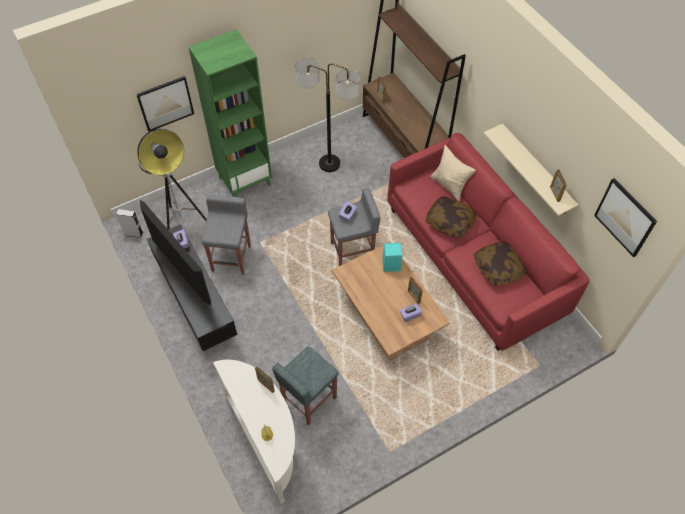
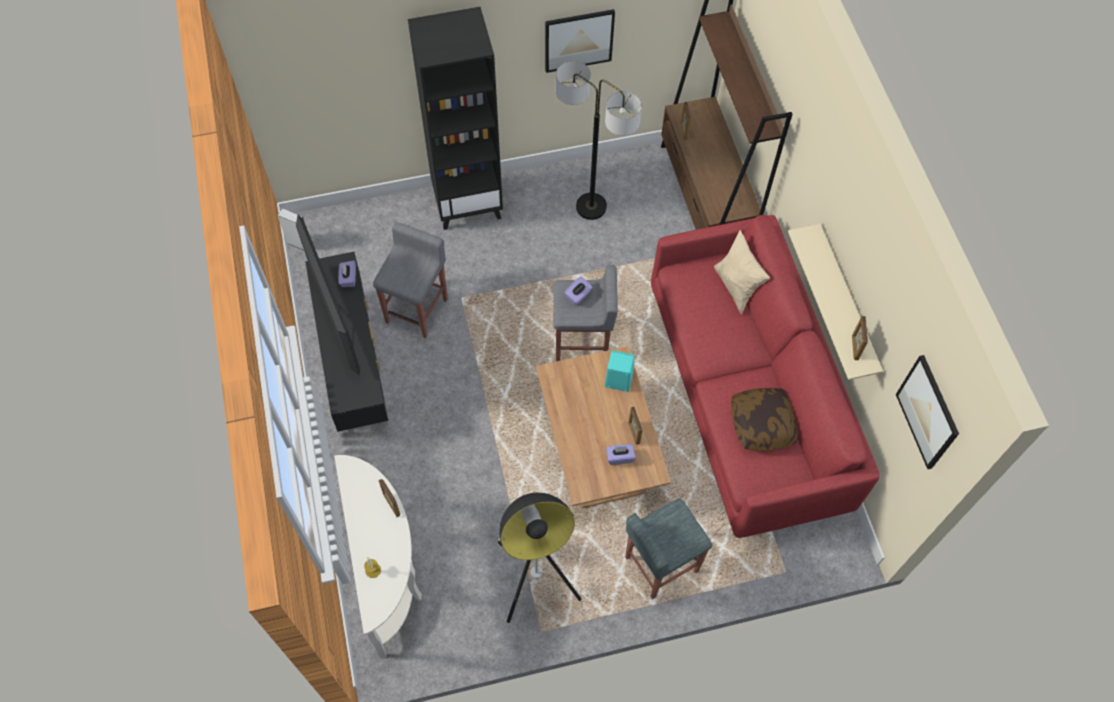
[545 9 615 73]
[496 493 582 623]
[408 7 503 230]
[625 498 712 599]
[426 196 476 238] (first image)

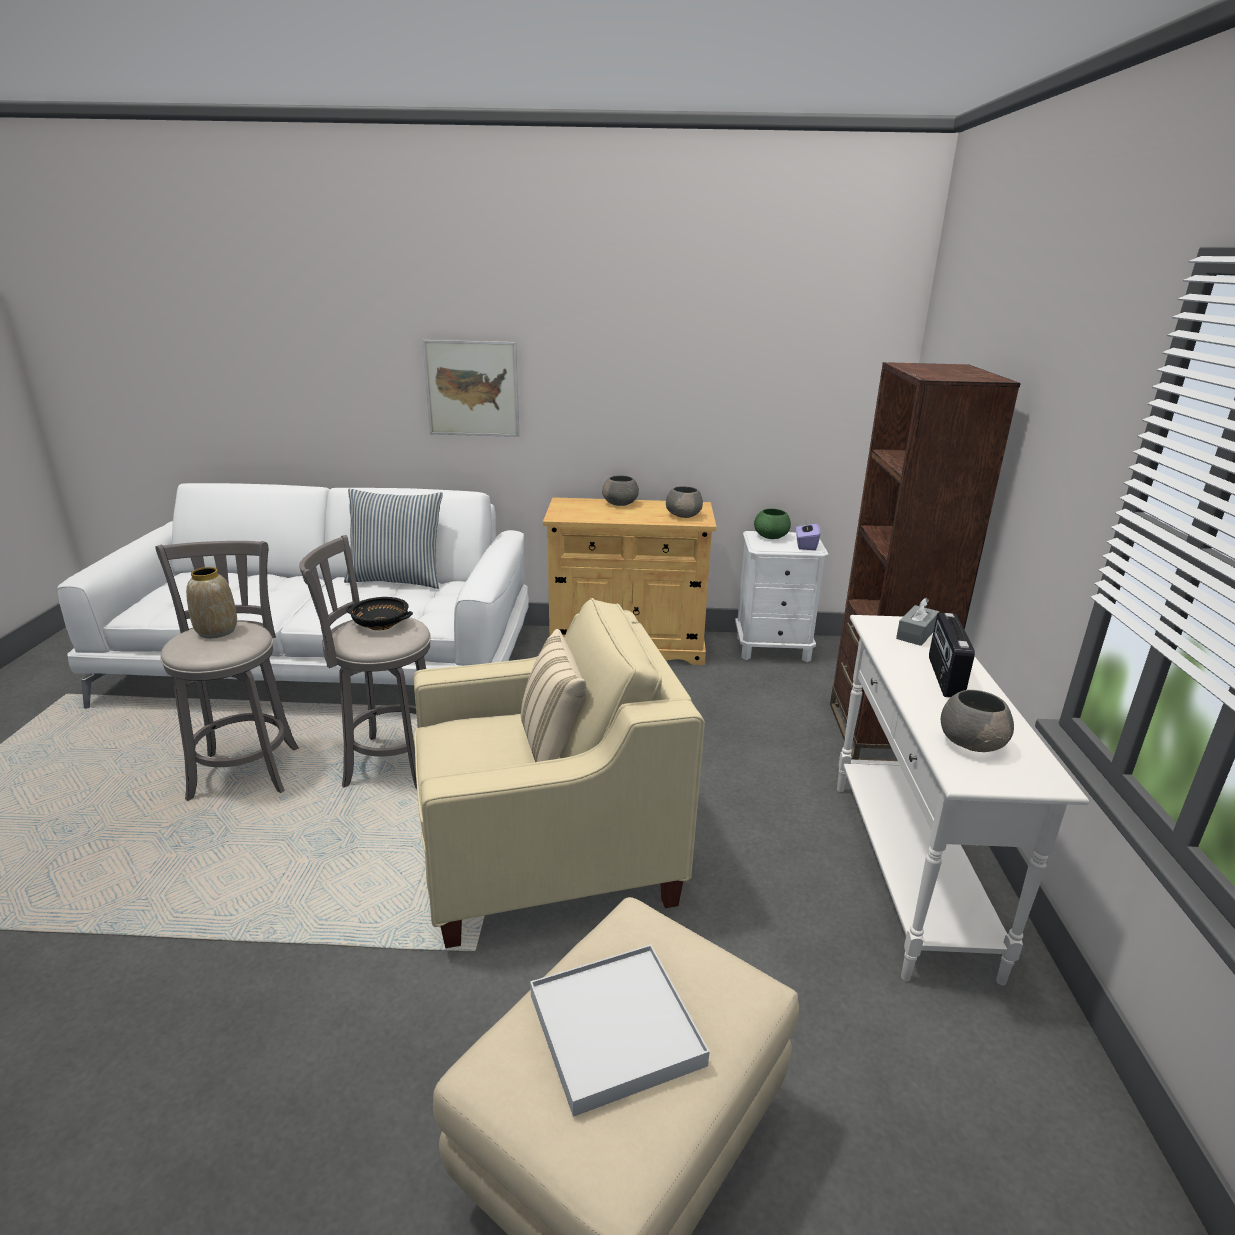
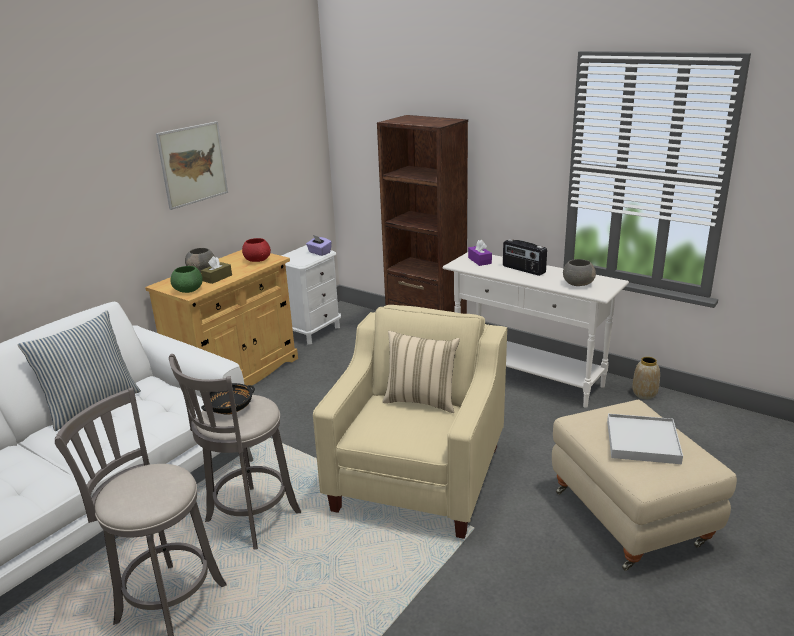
[632 357 660 399]
[156 121 228 210]
[242 238 271 262]
[171 266 203 293]
[468 240 492 266]
[201 256 232 284]

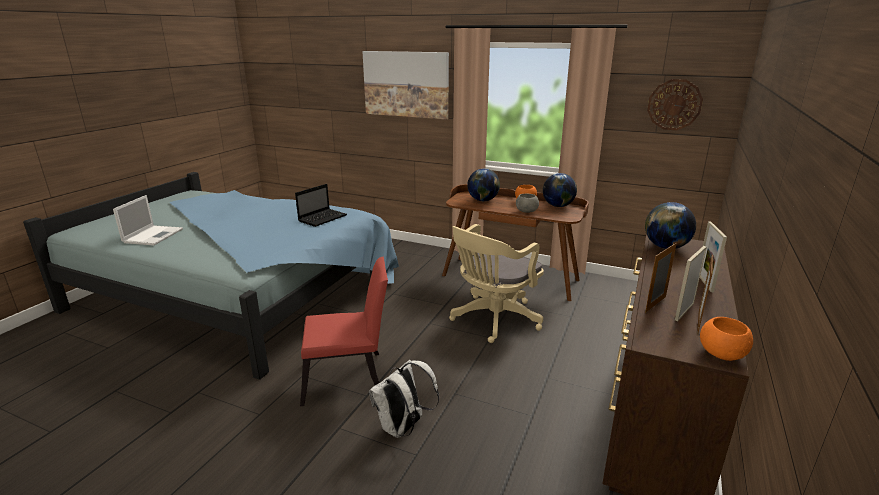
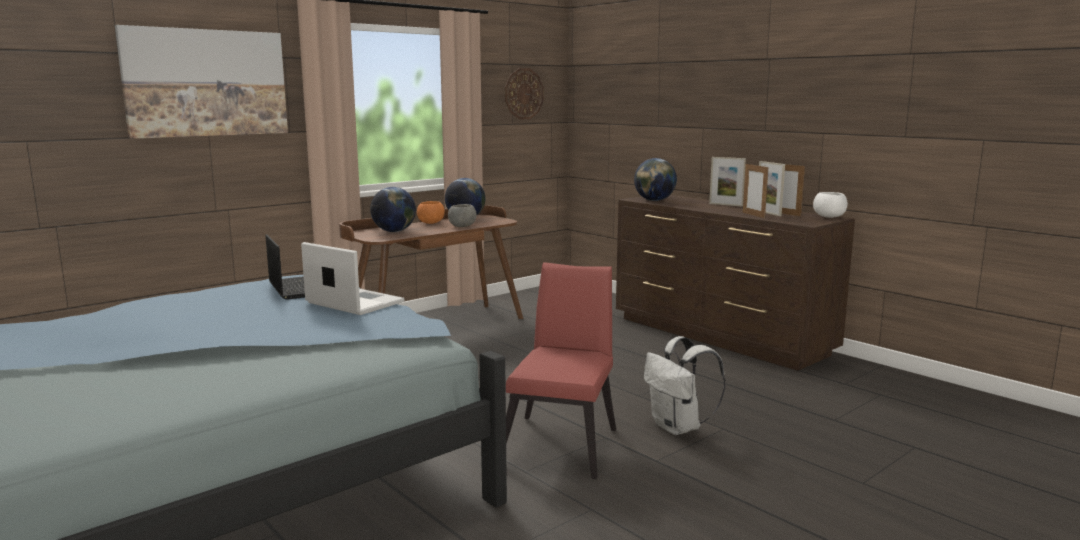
[301 242 405 315]
[449 224 544 343] (first image)
[813 192 848 218]

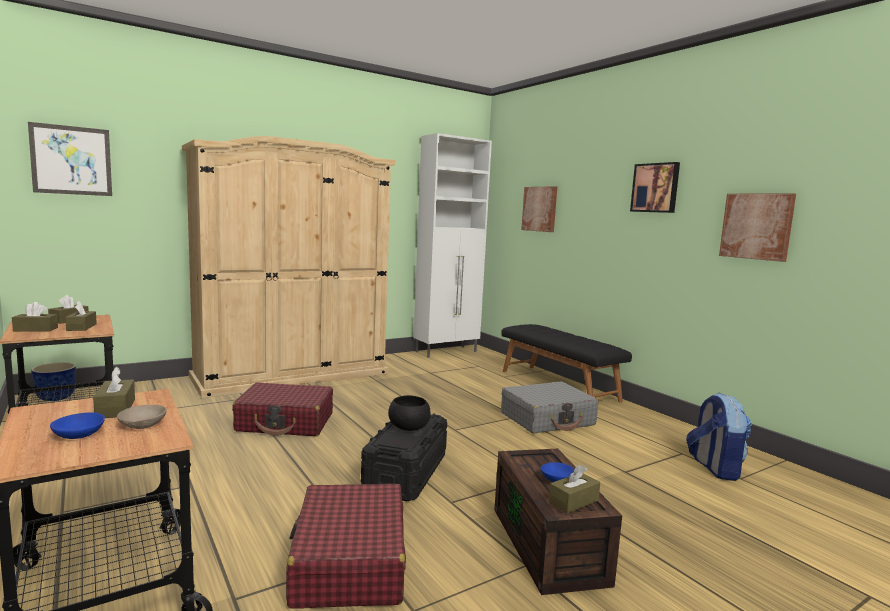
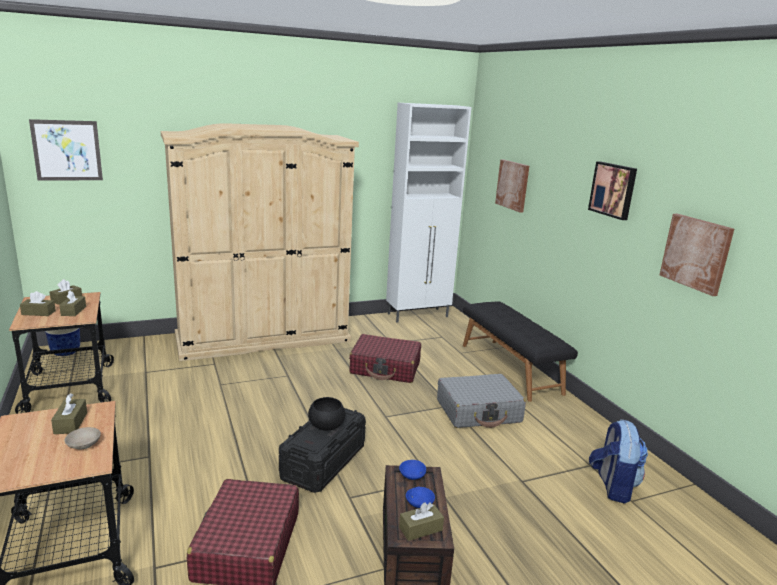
[399 460 426 480]
[349 334 421 383]

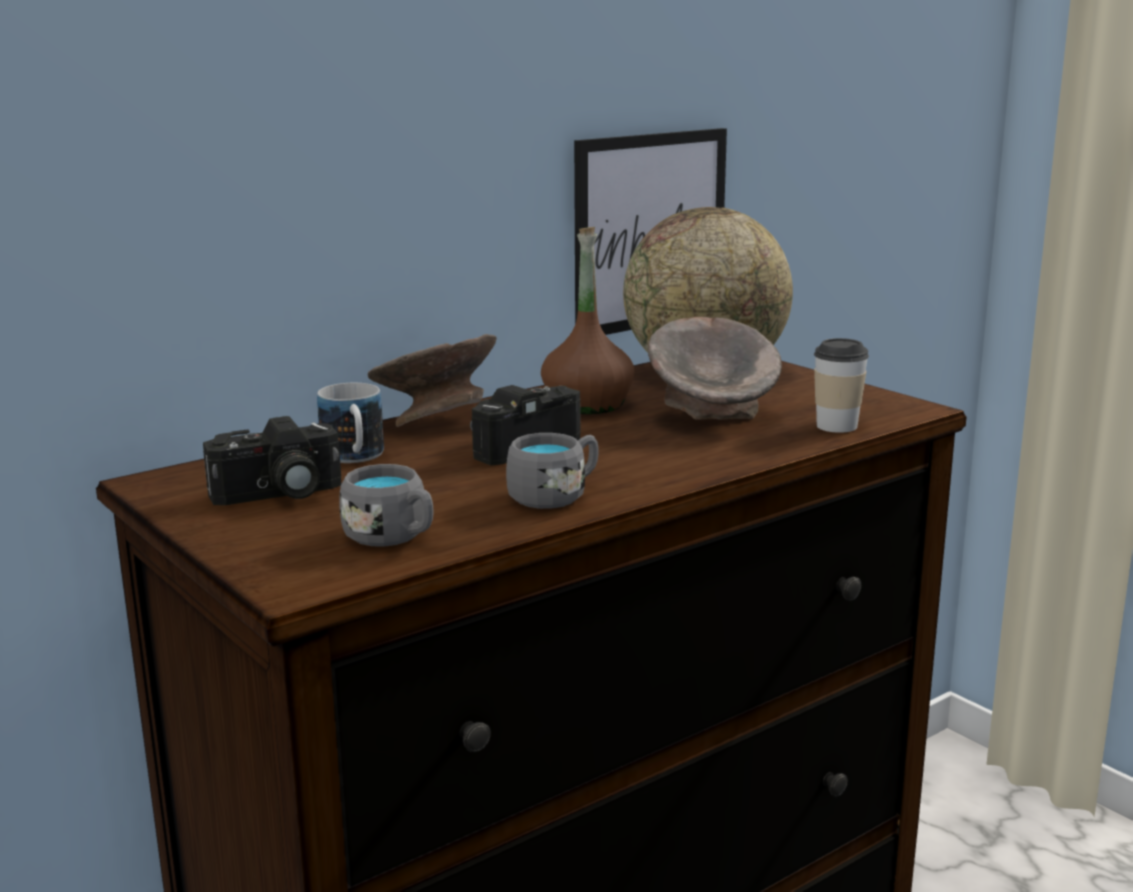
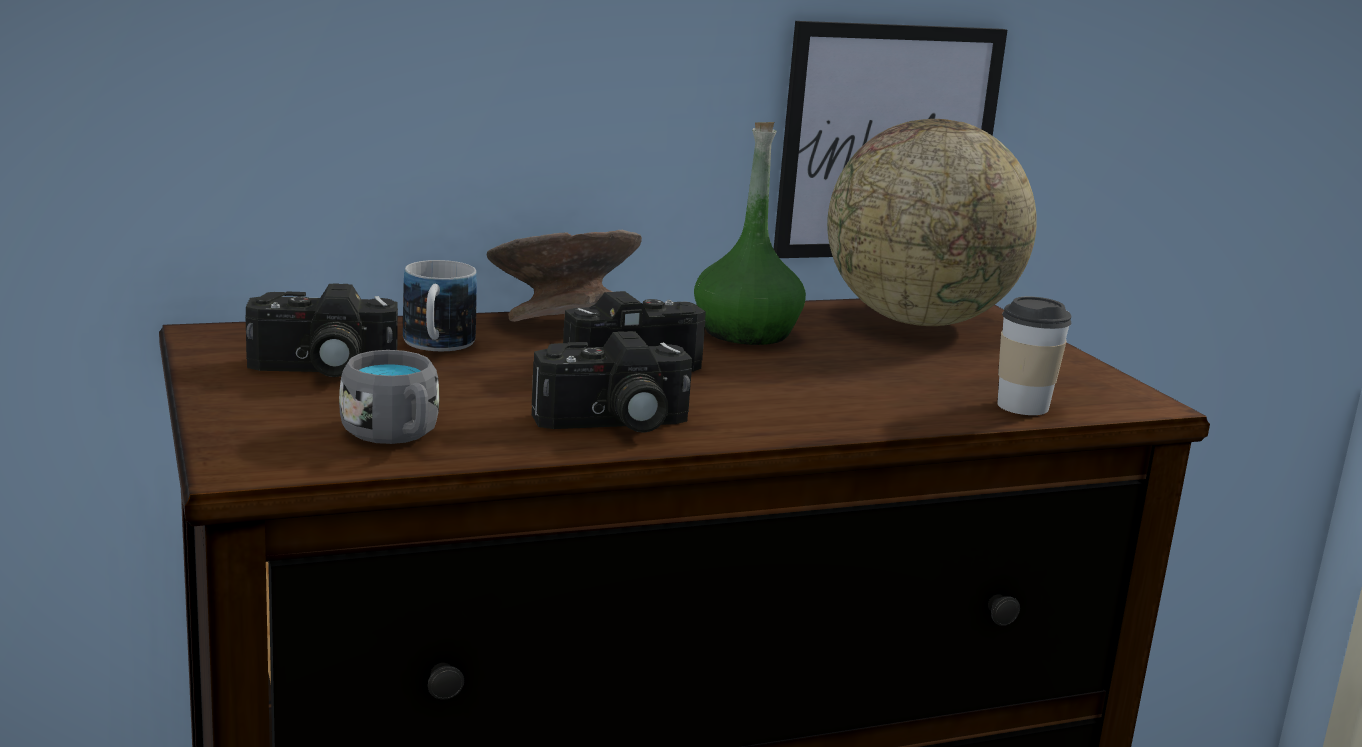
[531 331 692 433]
[694 122 806 345]
[648 317 782 420] (first image)

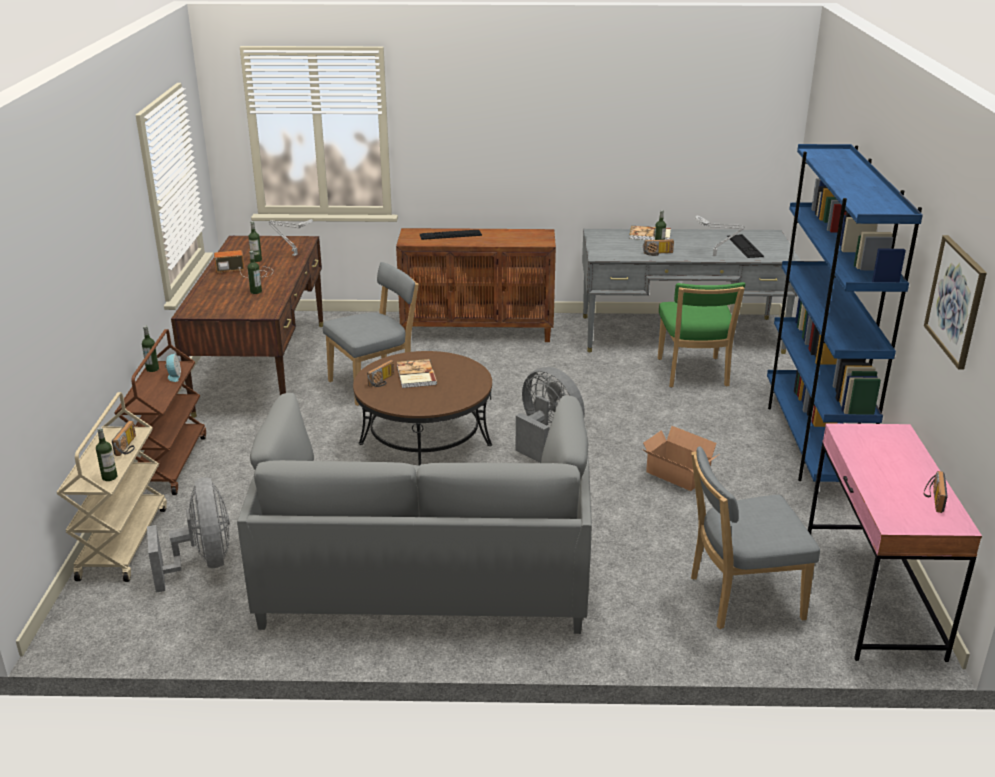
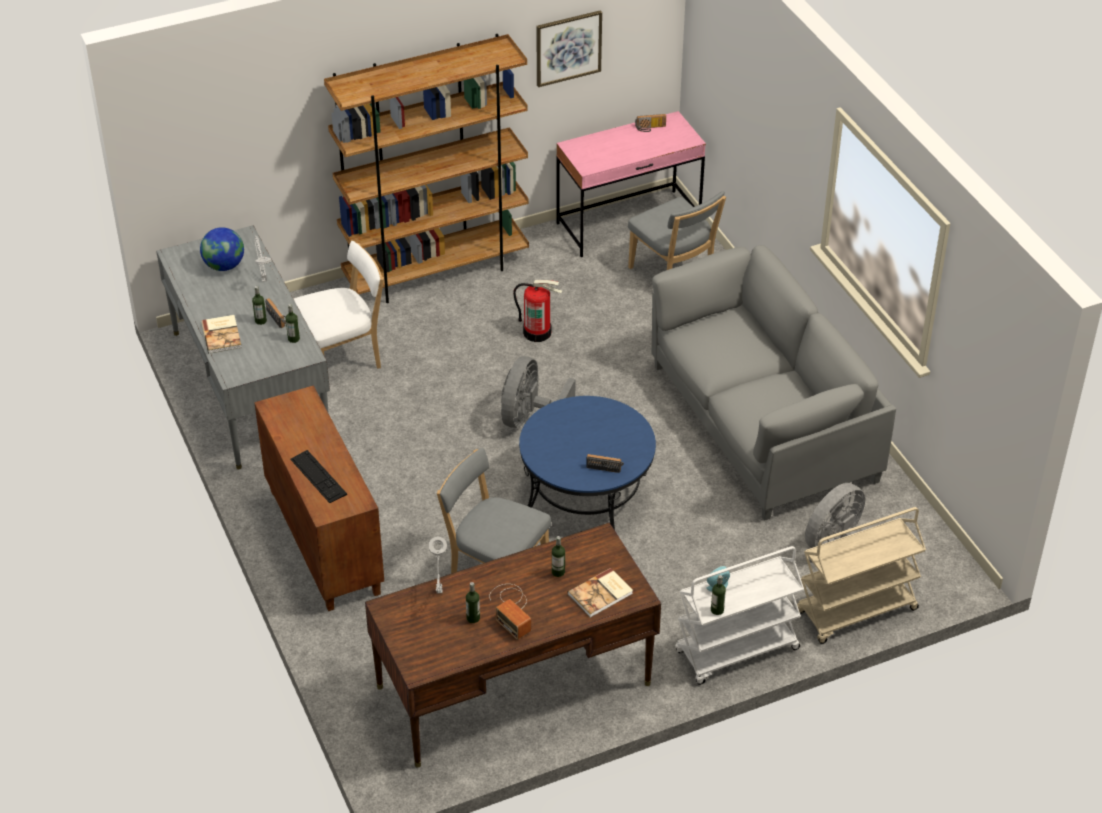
[286 304 300 343]
[112 421 136 456] (first image)
[675 546 804 685]
[519 396 656 530]
[567 568 633 618]
[513 280 562 342]
[293 241 384 369]
[200 227 244 271]
[324 34 529 303]

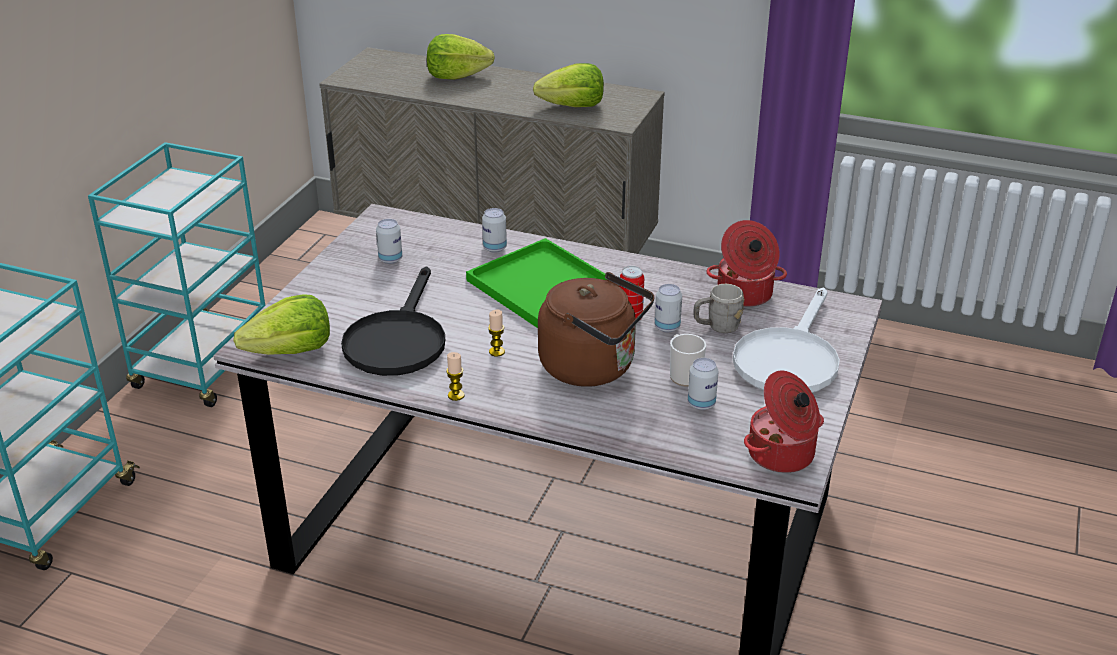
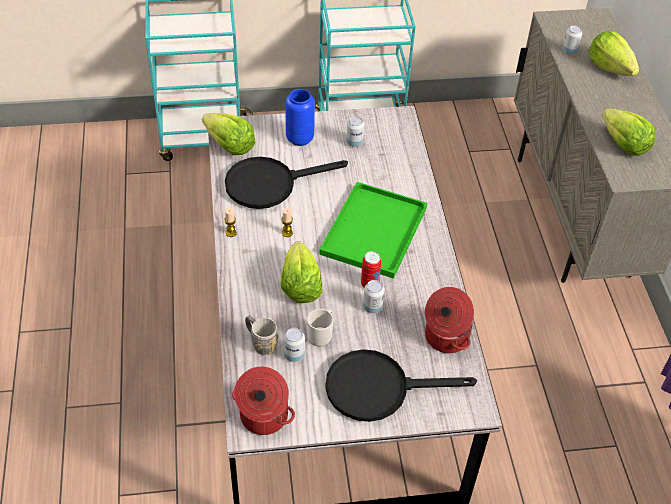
[562 25 583 55]
[281 241 322 303]
[245 315 279 355]
[325 349 477 422]
[285 89 315 146]

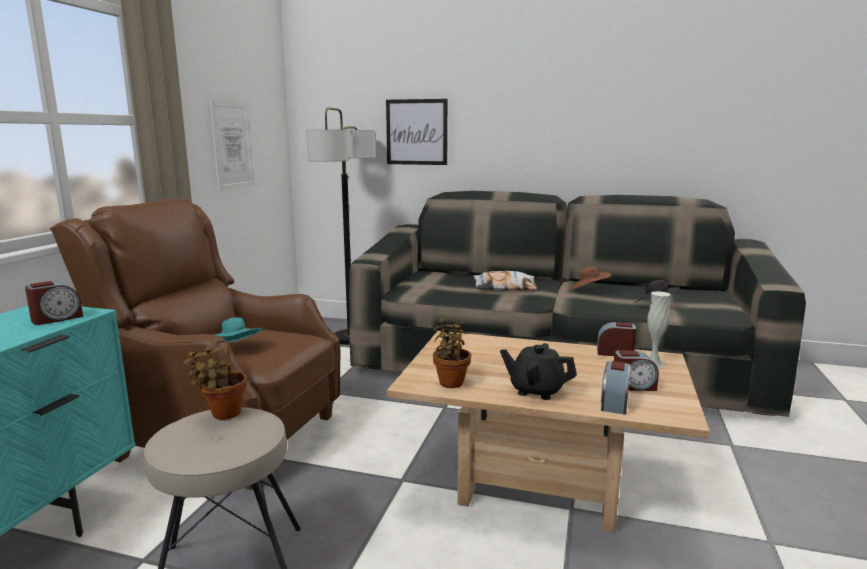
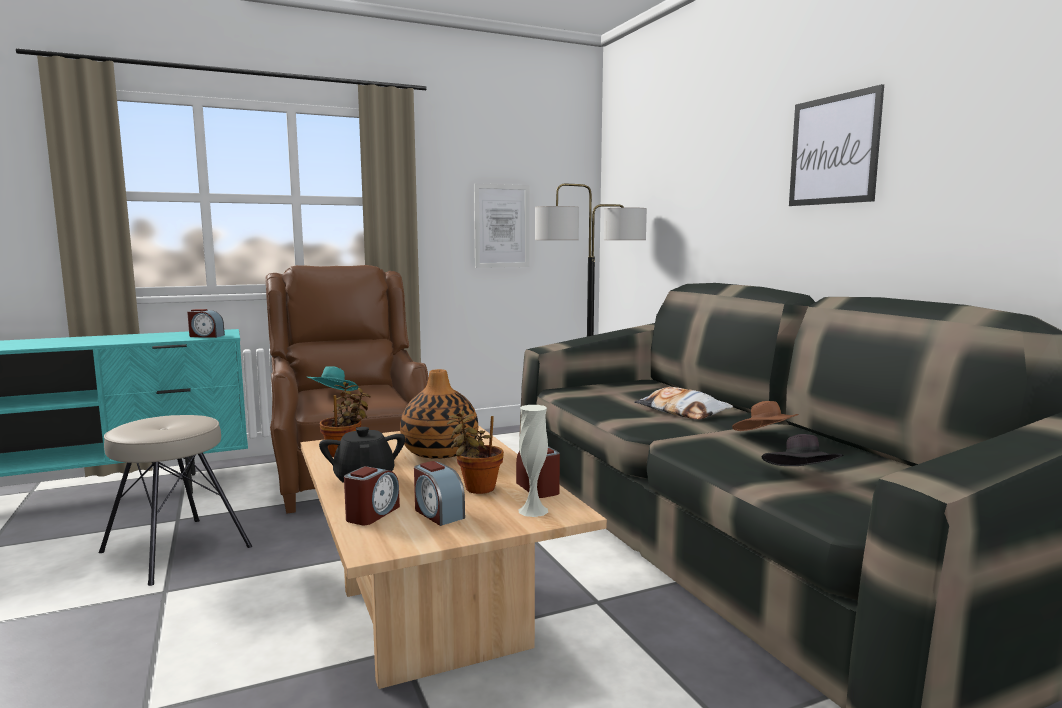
[447 411 504 494]
[789 84 884 206]
[344 466 400 525]
[400 369 478 459]

